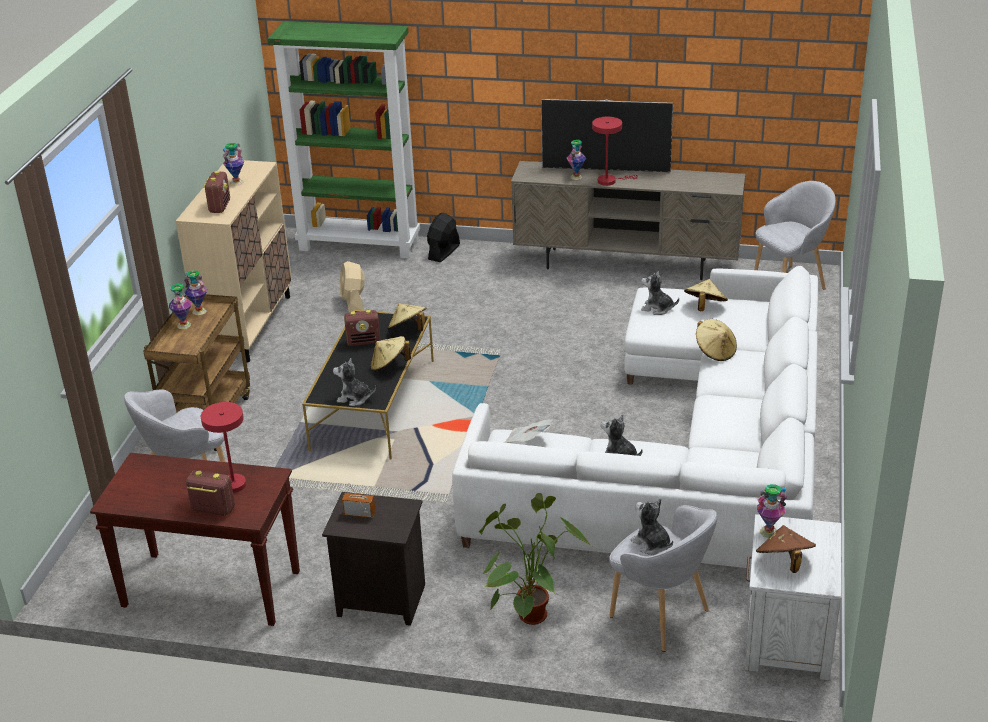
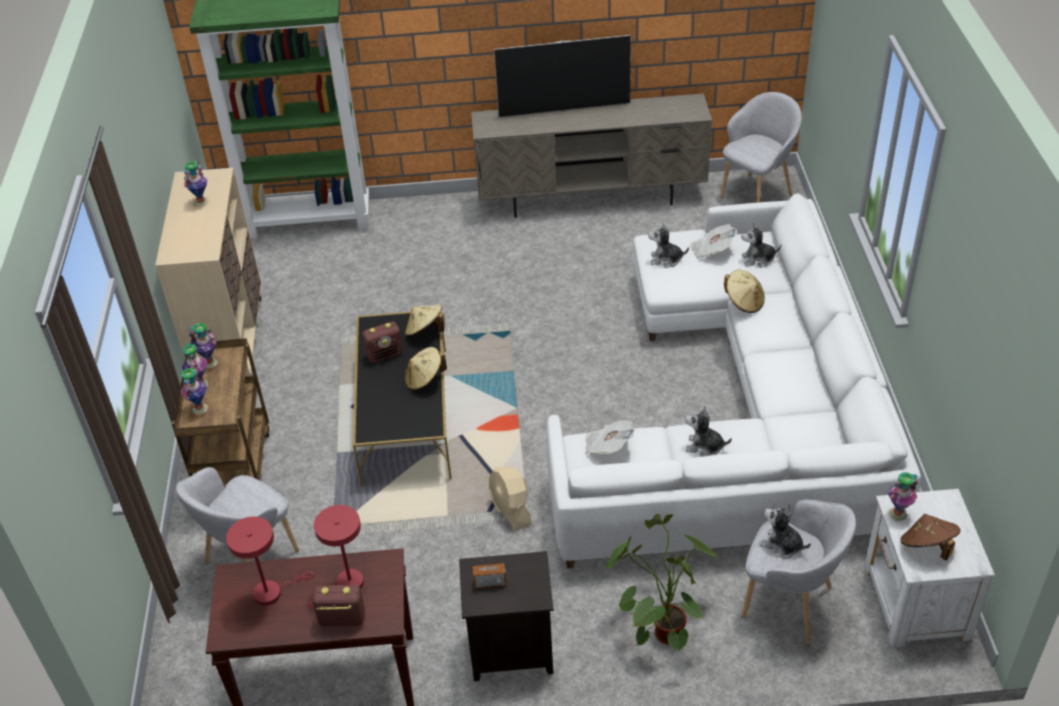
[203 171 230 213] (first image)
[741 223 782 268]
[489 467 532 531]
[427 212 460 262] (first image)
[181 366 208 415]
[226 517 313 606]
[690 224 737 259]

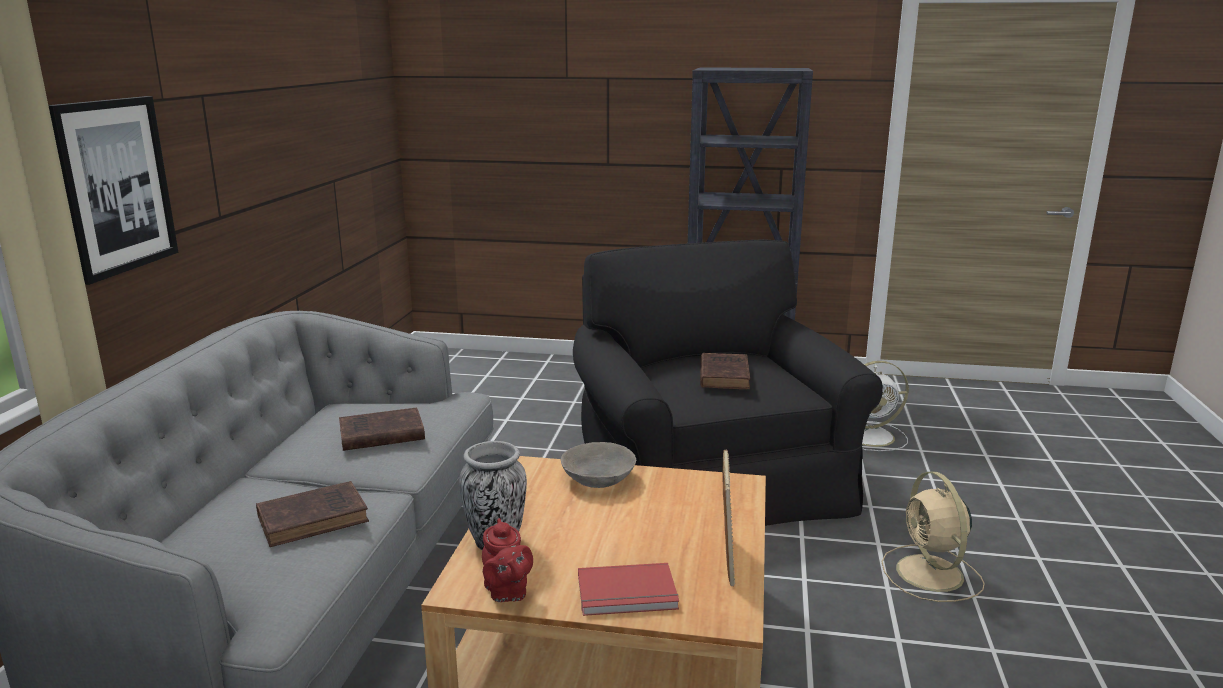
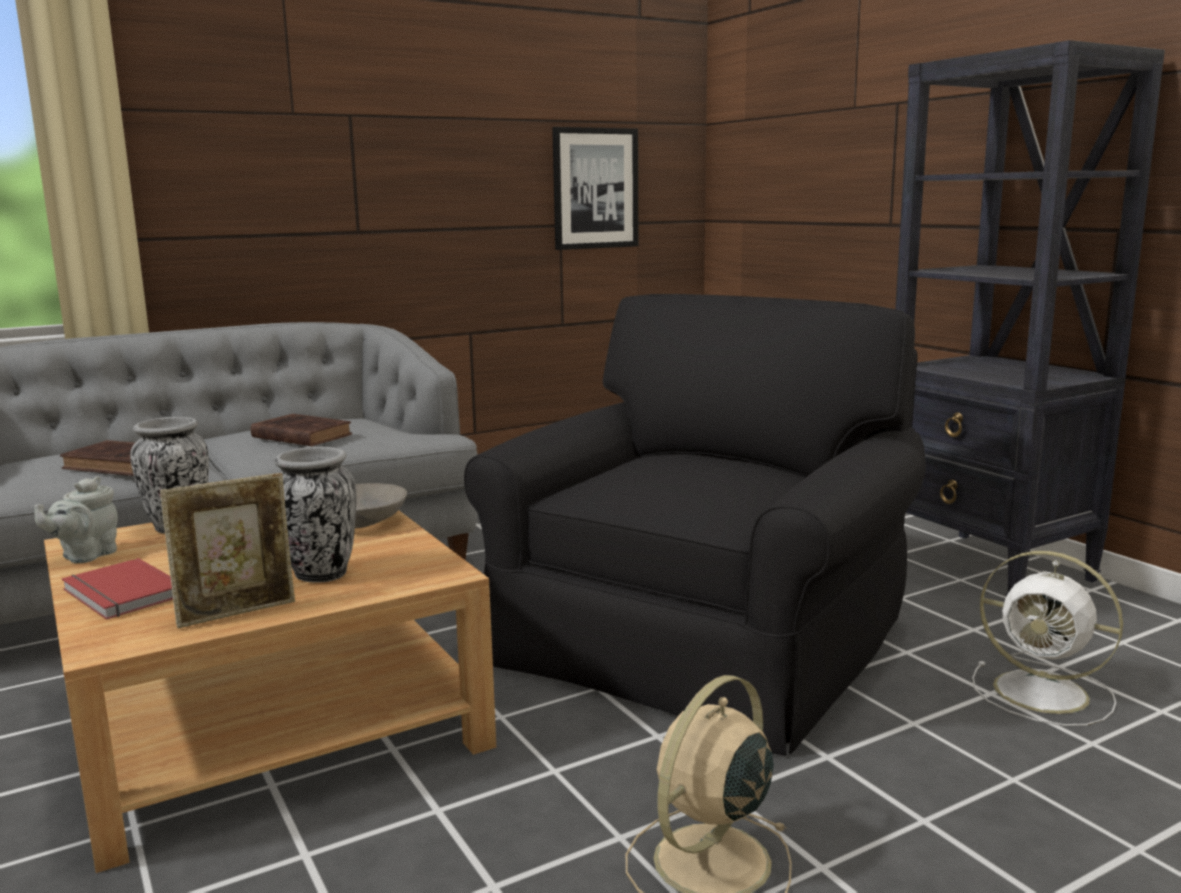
[552 127 638 250]
[34 476 118 563]
[700 353 750 389] (first image)
[274 447 357 583]

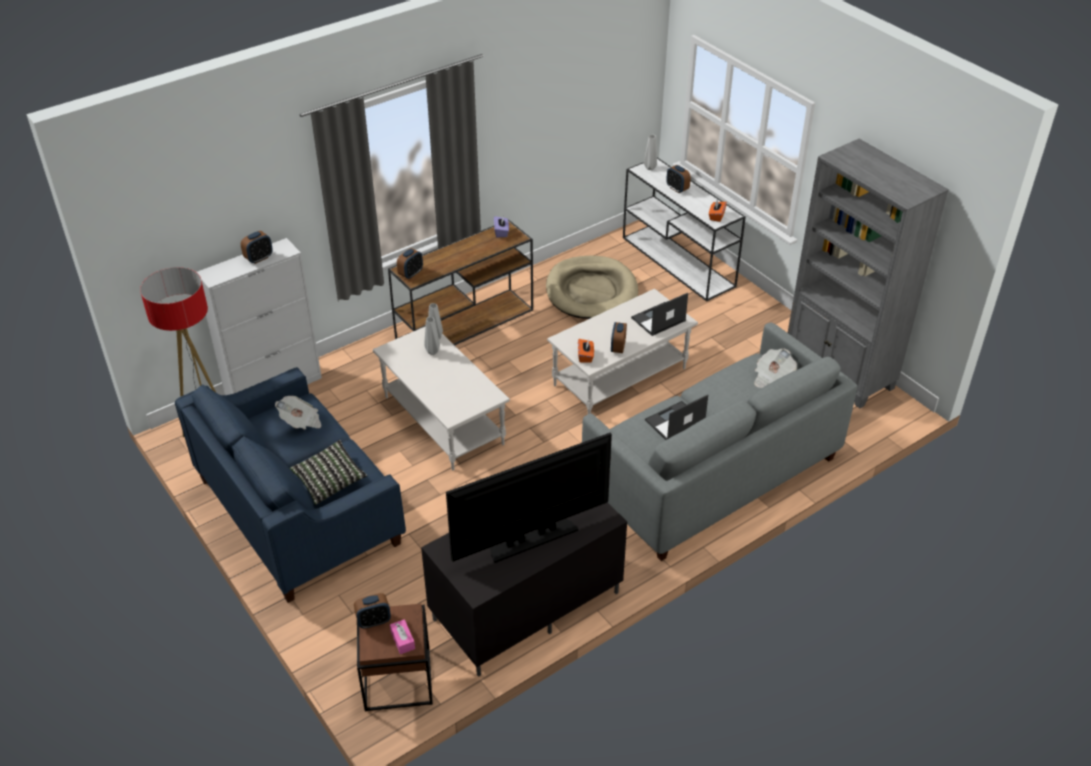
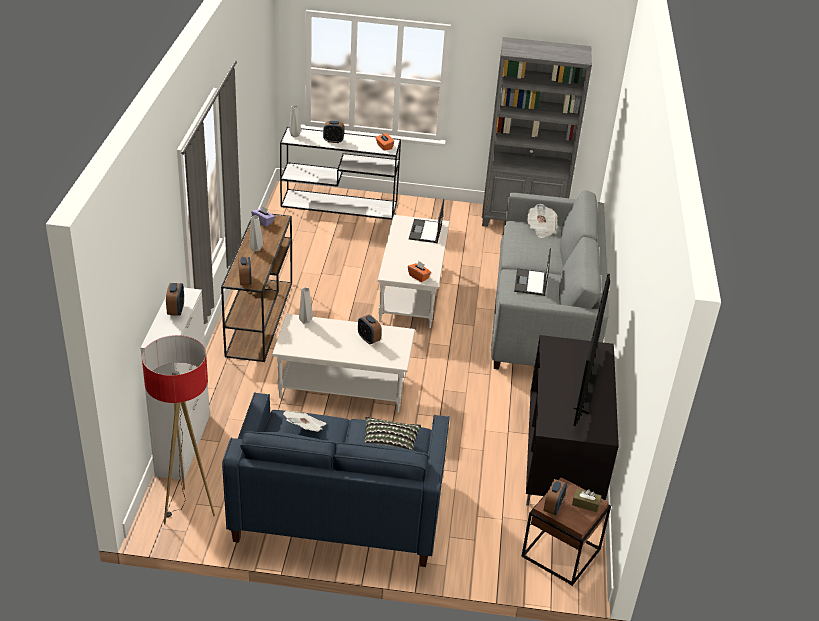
[572 489 601 512]
[250 215 263 251]
[546 255 638 319] (first image)
[358 314 382 345]

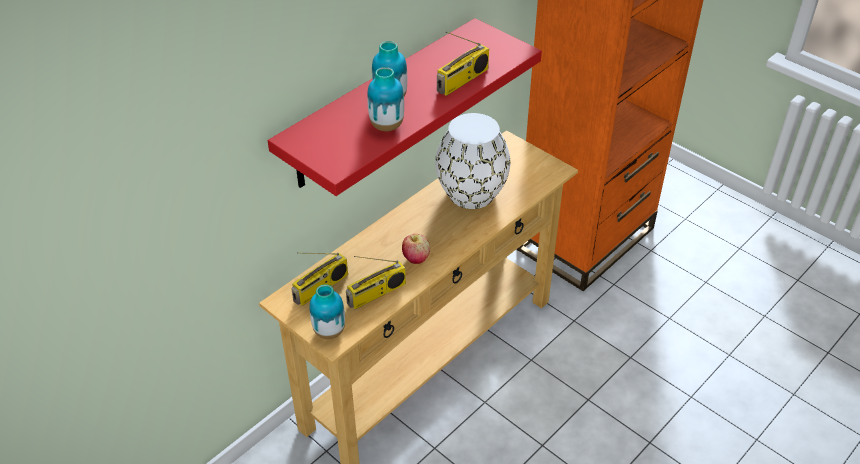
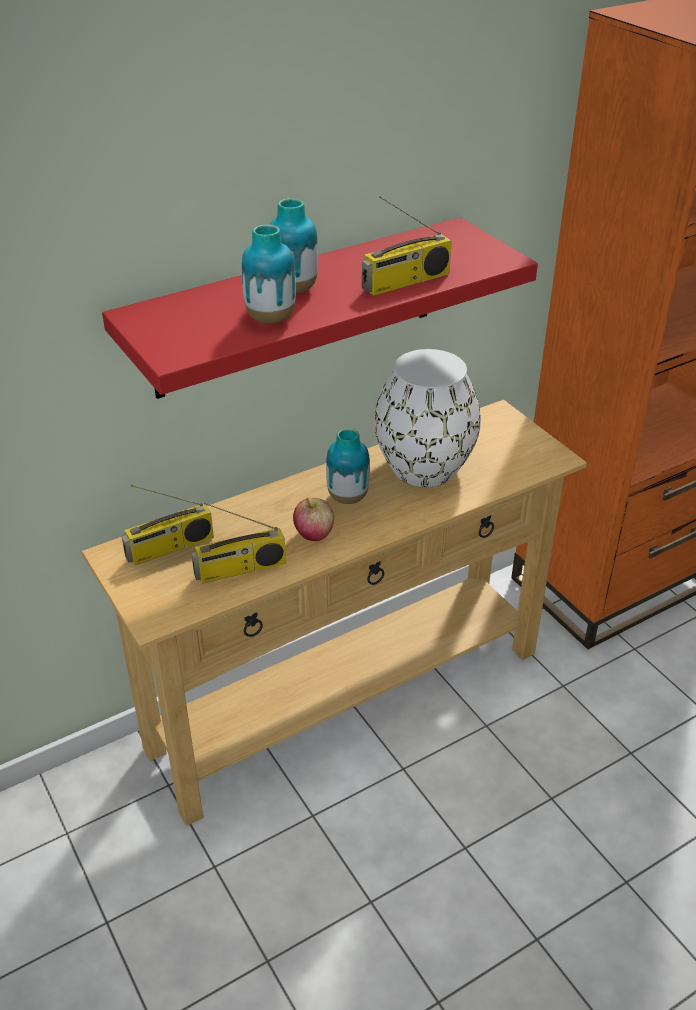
[326 428 370 504]

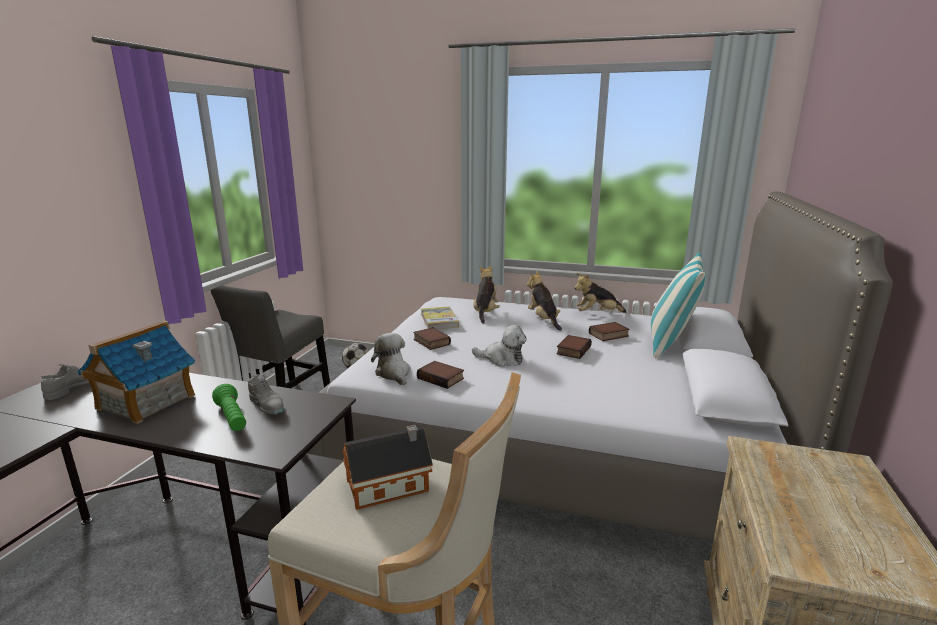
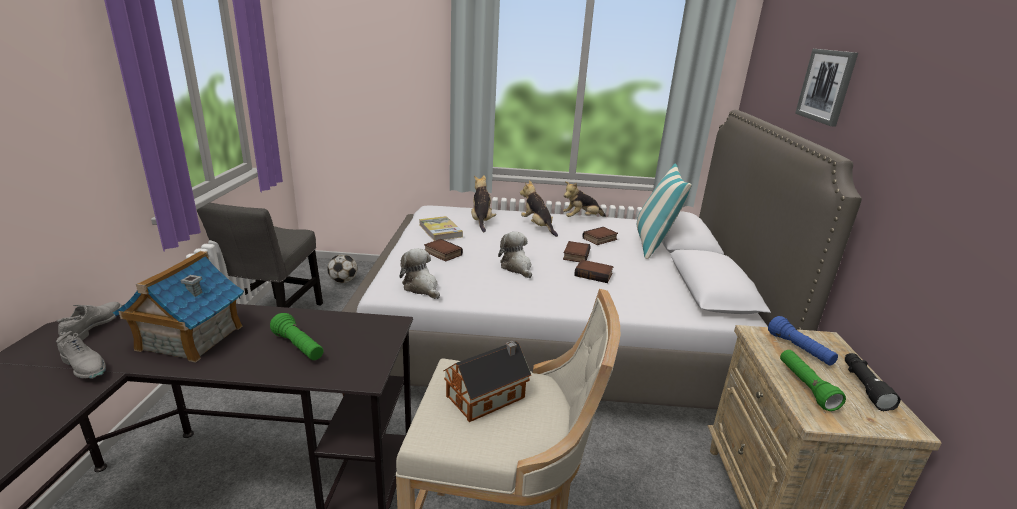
[56 331 106 379]
[574 260 614 283]
[498 232 532 278]
[768 316 838 366]
[780 350 846 411]
[795 49 858 127]
[845 353 901 411]

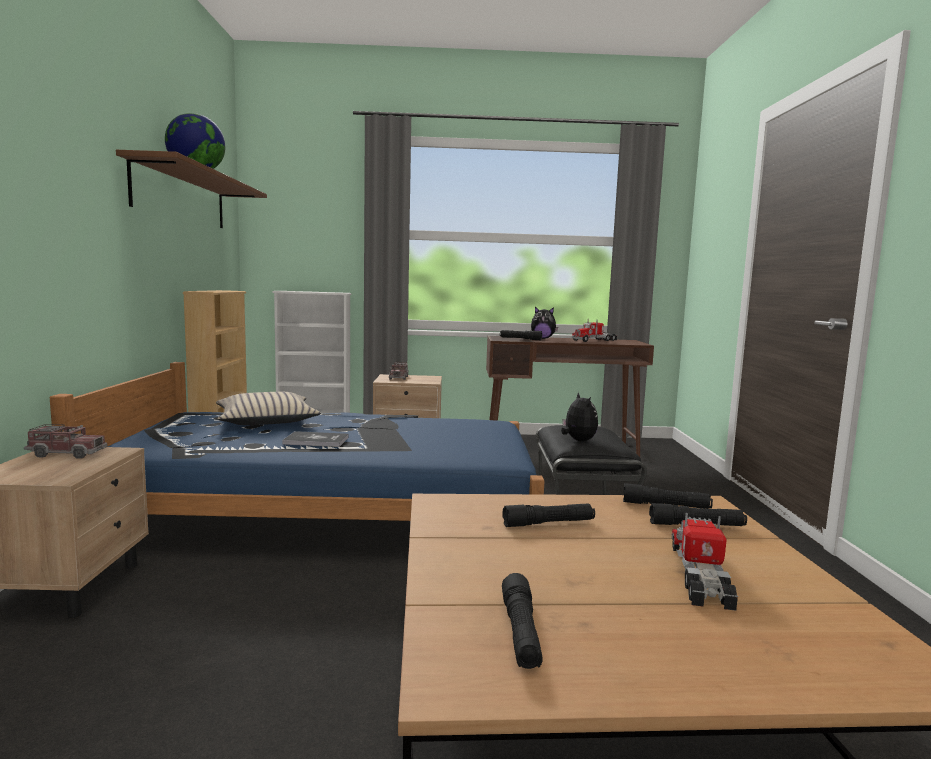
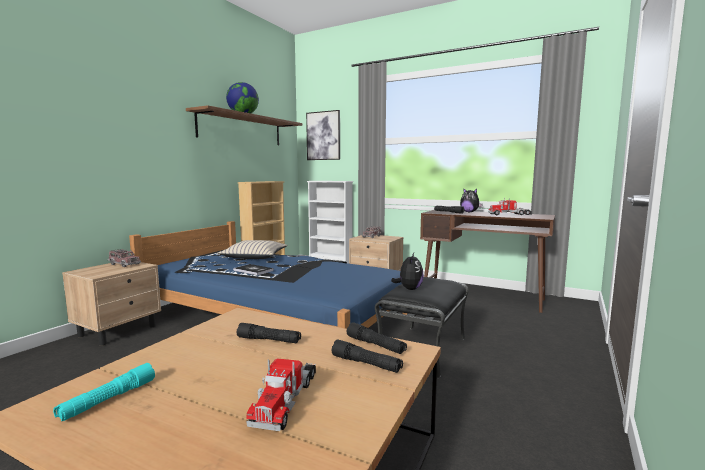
[53 363 155 421]
[246 359 316 431]
[306 110 340 160]

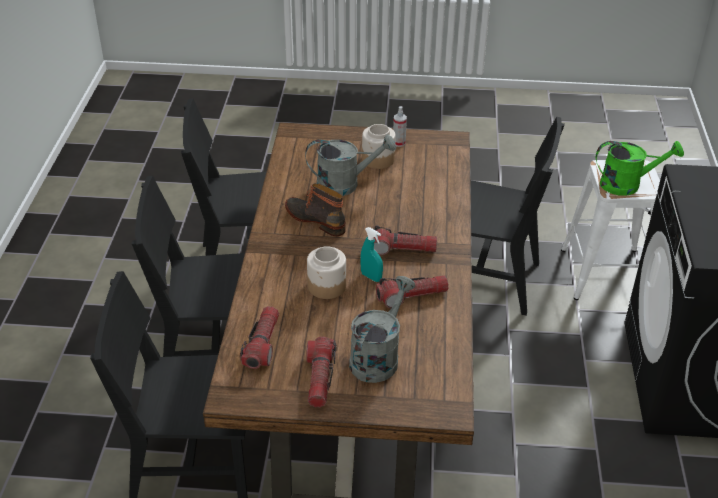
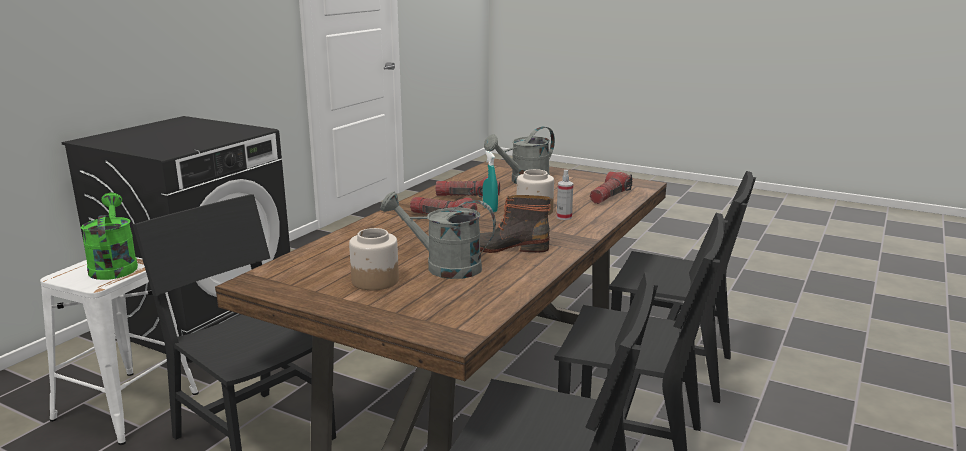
[480 195 551 253]
[306 337 337 407] (first image)
[557 170 573 220]
[81 193 138 280]

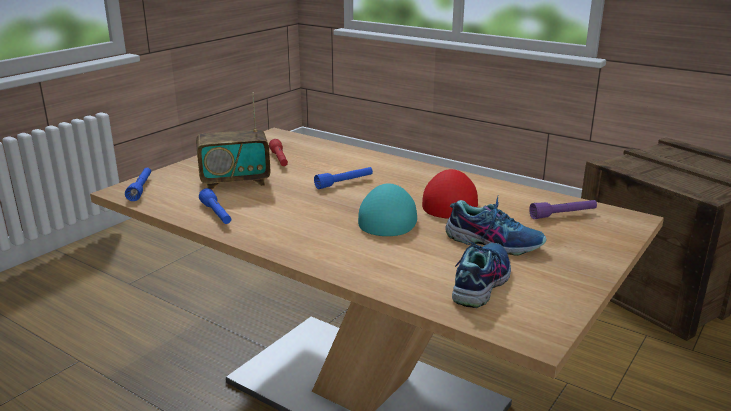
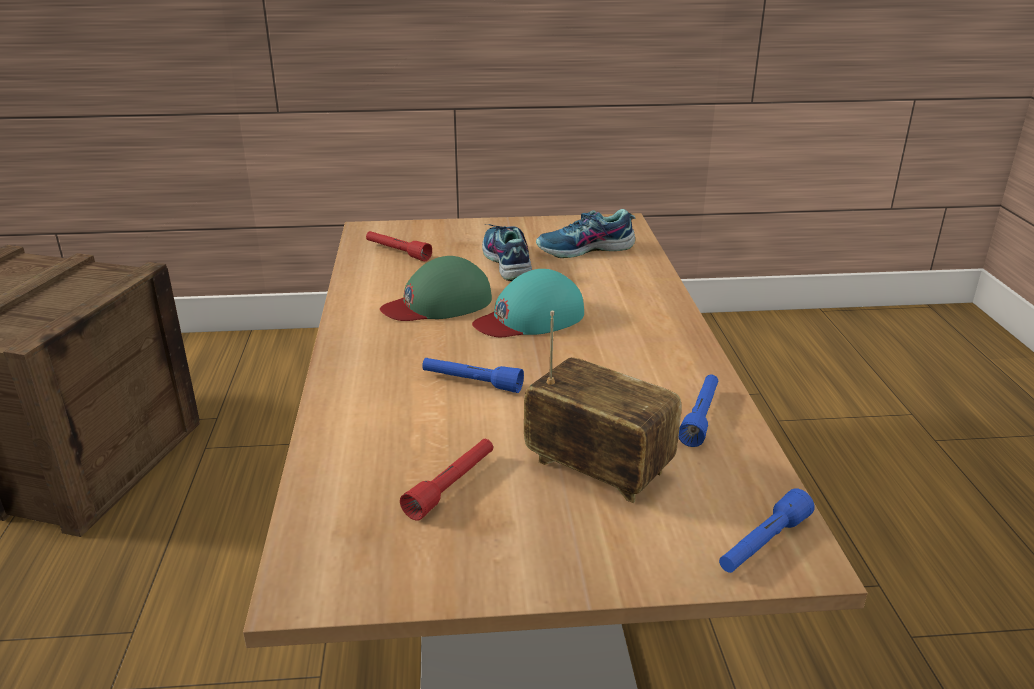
[380 256 492 321]
[366 231 432 261]

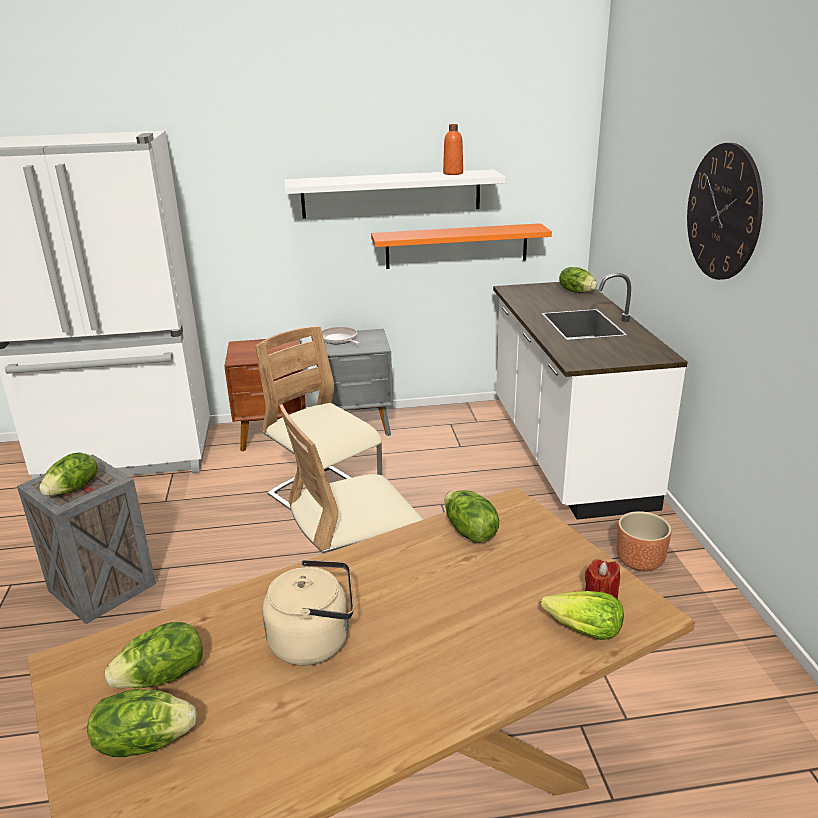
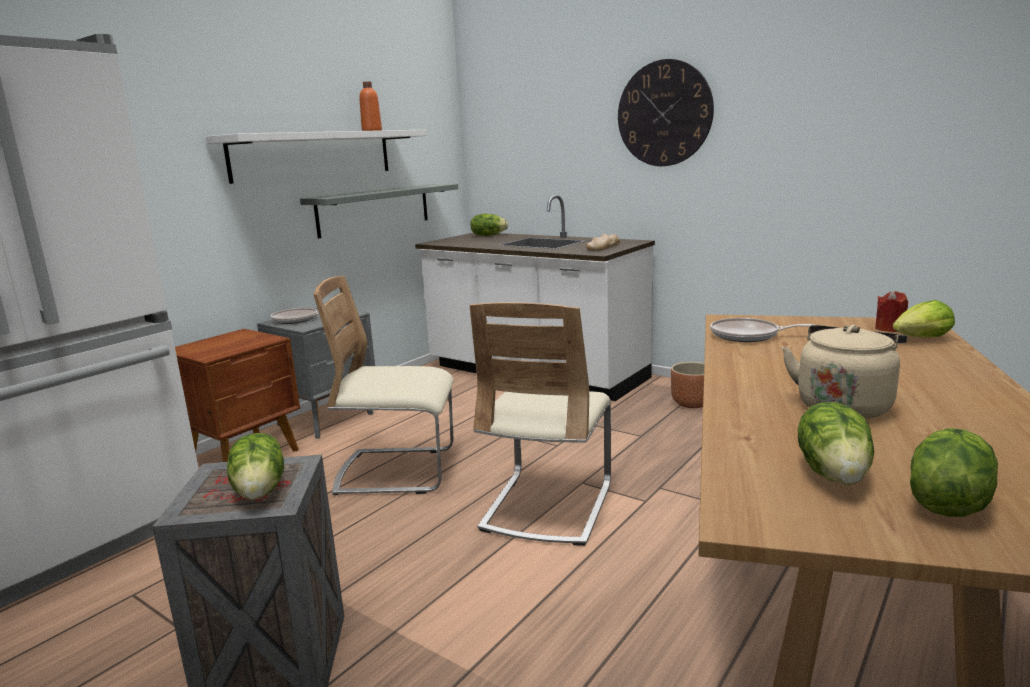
[300 184 458 238]
[710 318 815 342]
[586 234 620 250]

